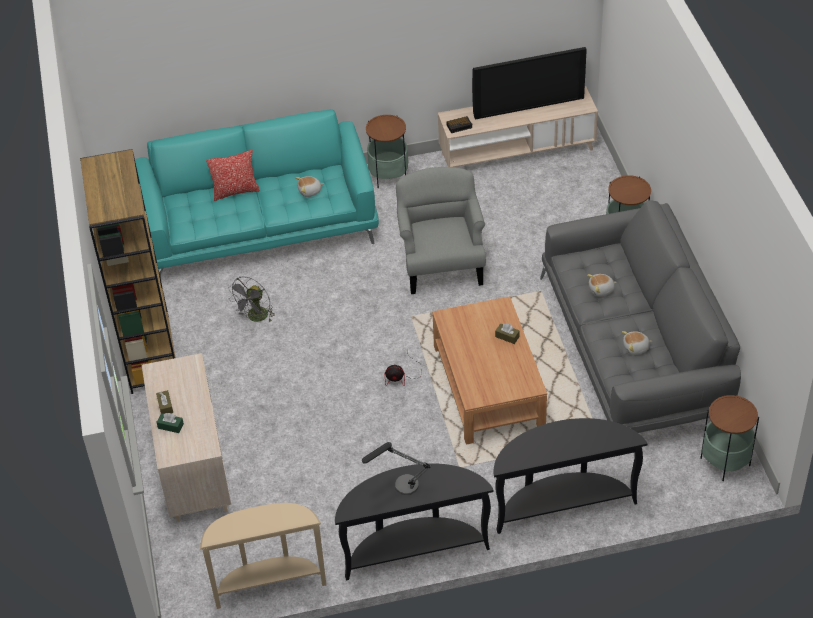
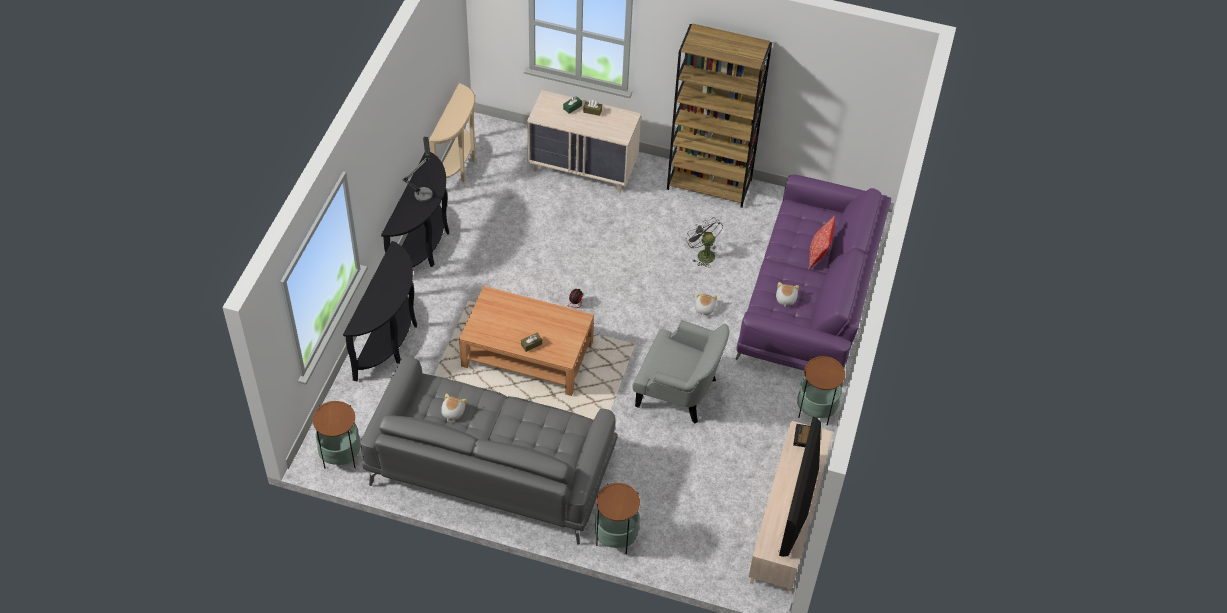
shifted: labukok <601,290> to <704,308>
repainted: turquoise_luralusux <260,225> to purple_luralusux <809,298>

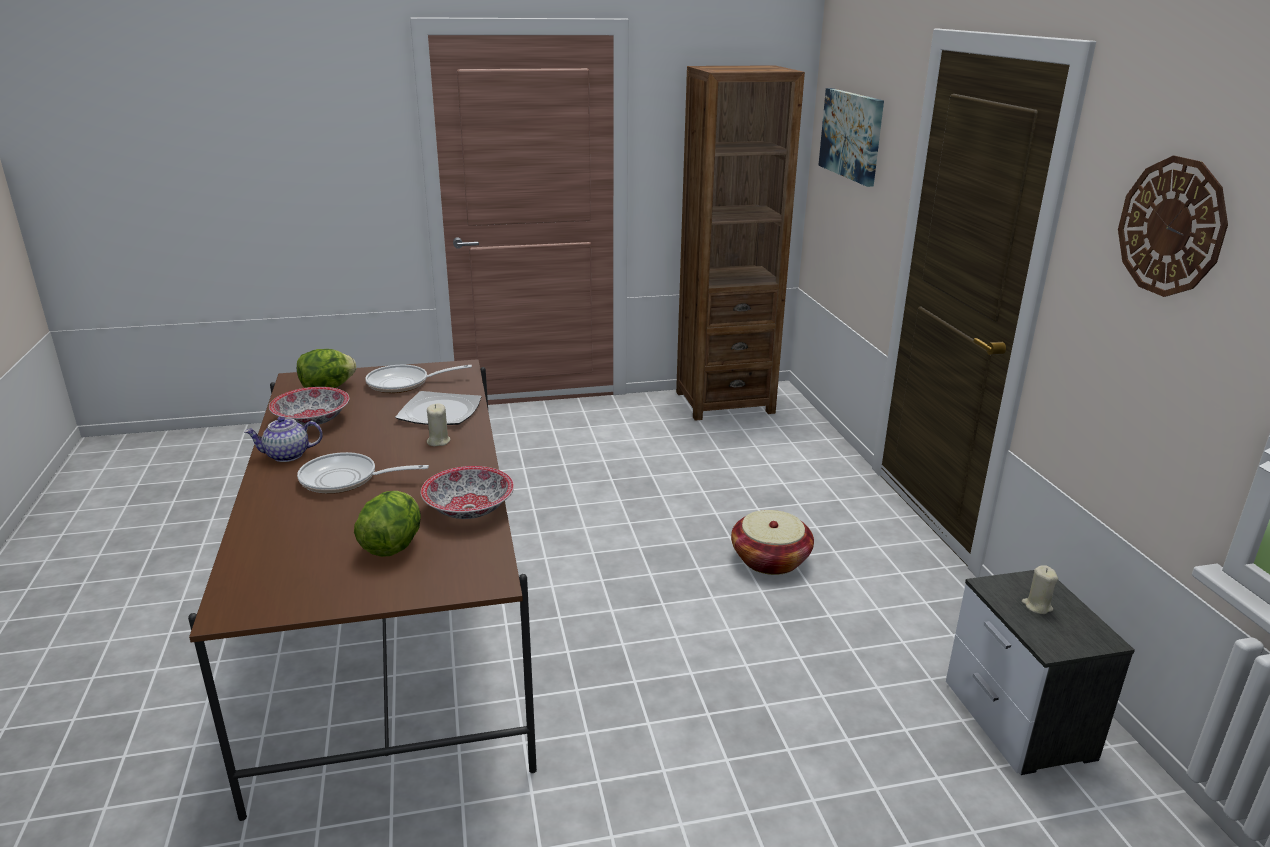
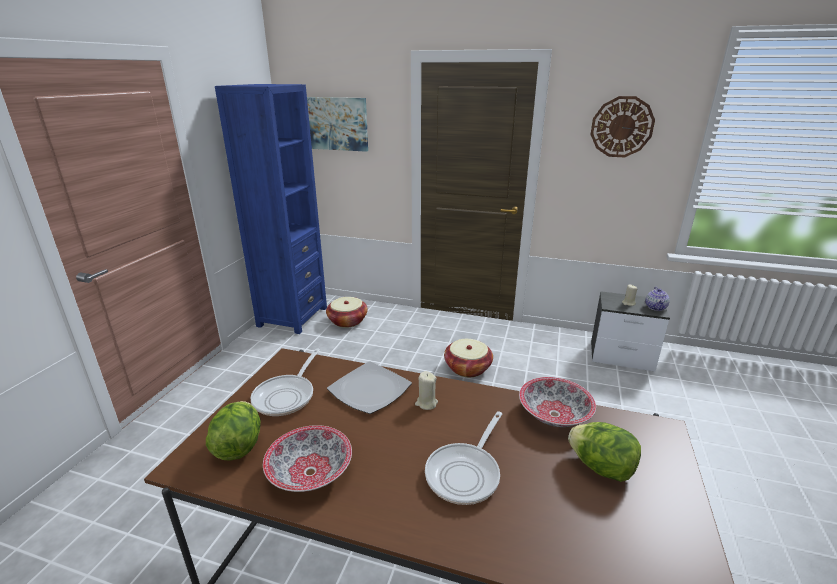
new: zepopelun <347,321>
shifted: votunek <287,455> to <656,307>
repainted: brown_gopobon <724,402> to blue_gopobon <292,317>

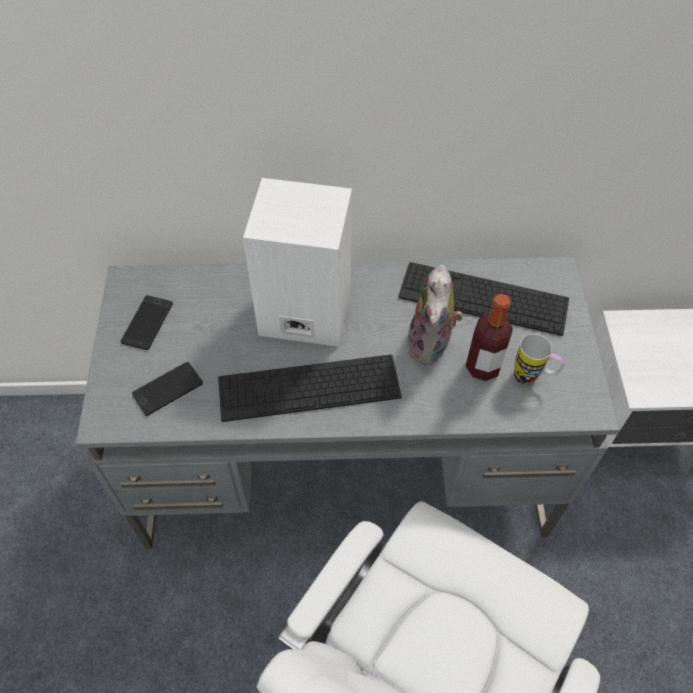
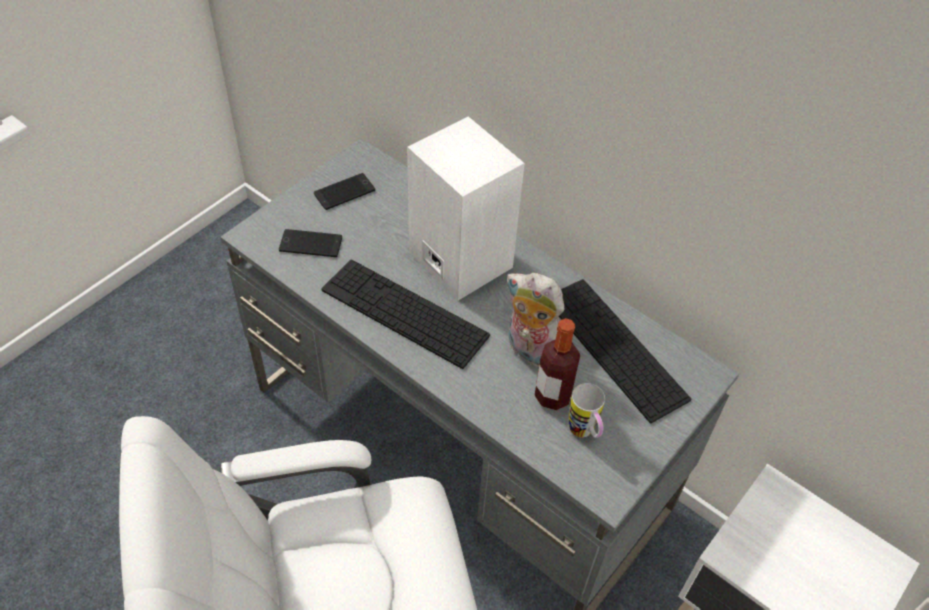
rotated: labukok <431,345> = <529,350> 75 degrees clockwise

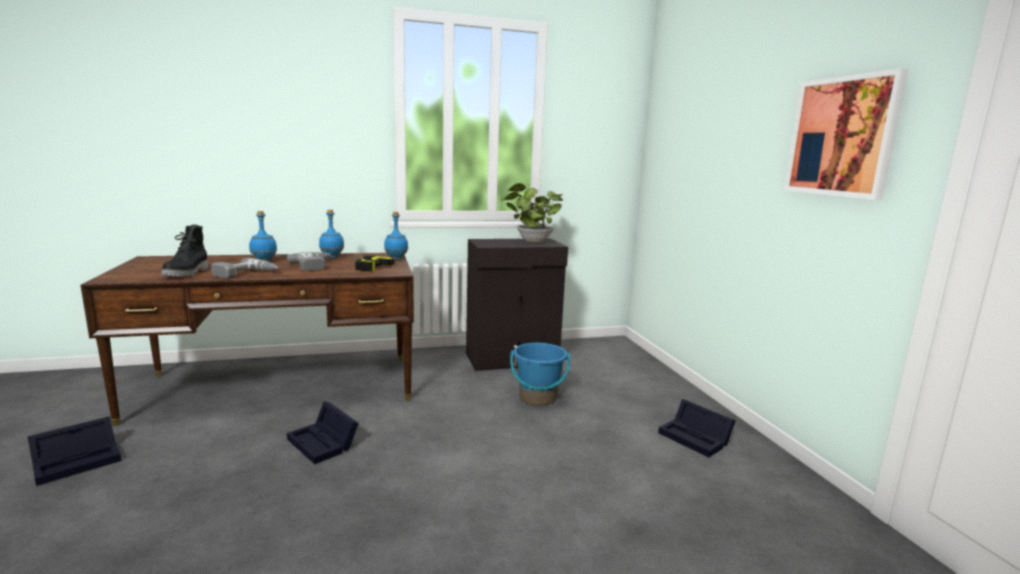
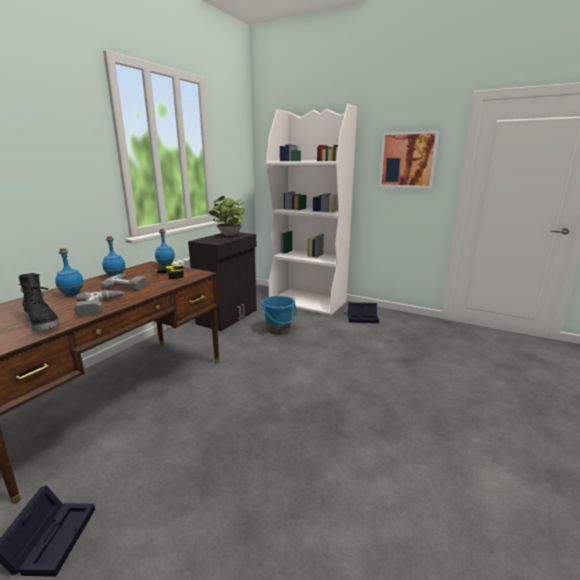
gone: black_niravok <324,443>
new: white_gopobon <308,302>

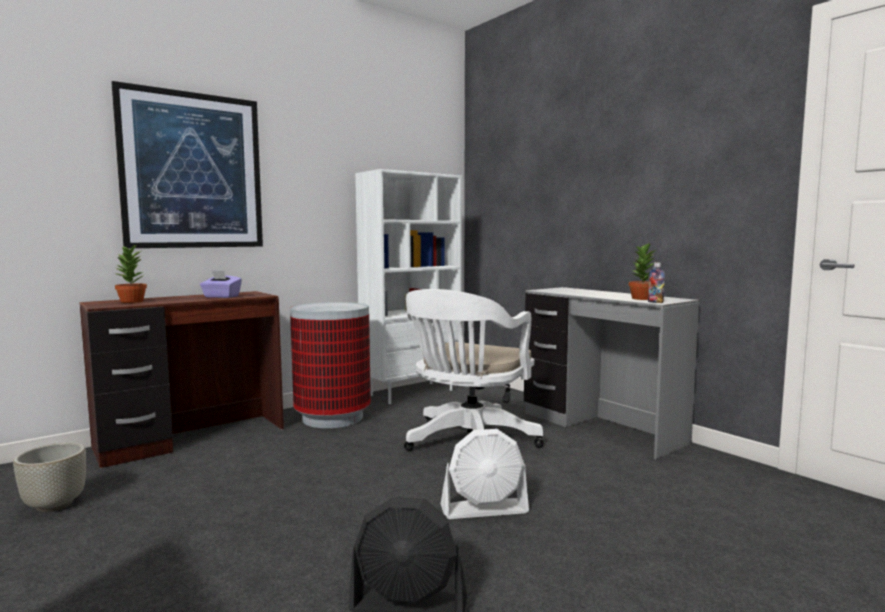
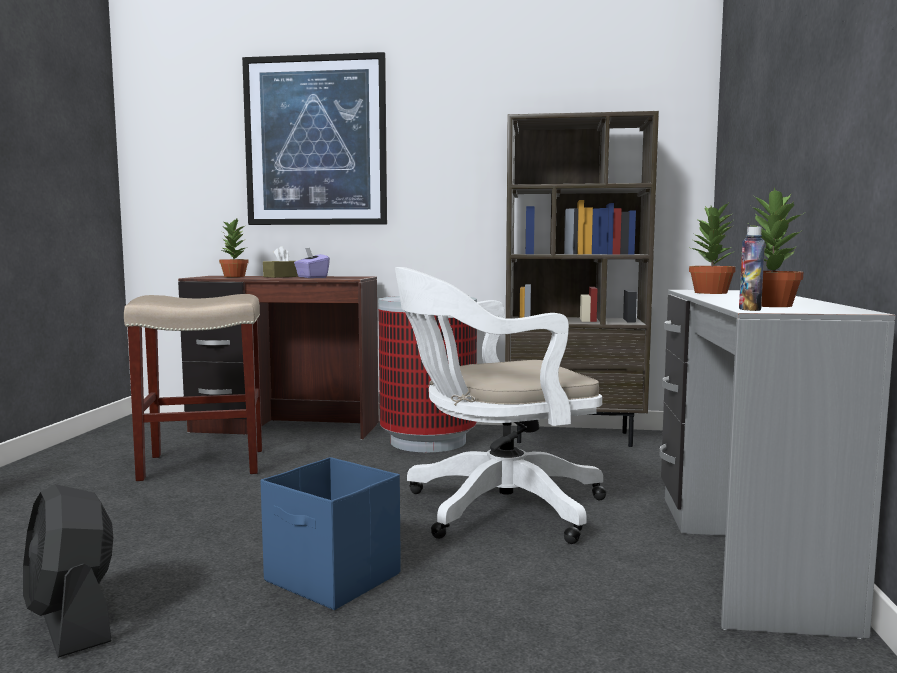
gone: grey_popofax <54,505>
new: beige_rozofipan <201,464>; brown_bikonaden <283,276>; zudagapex <711,293>
swapped: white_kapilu <484,509> to blue_niravok <333,578>
repainted: white_gopobon <411,392> to brown_gopobon <574,437>

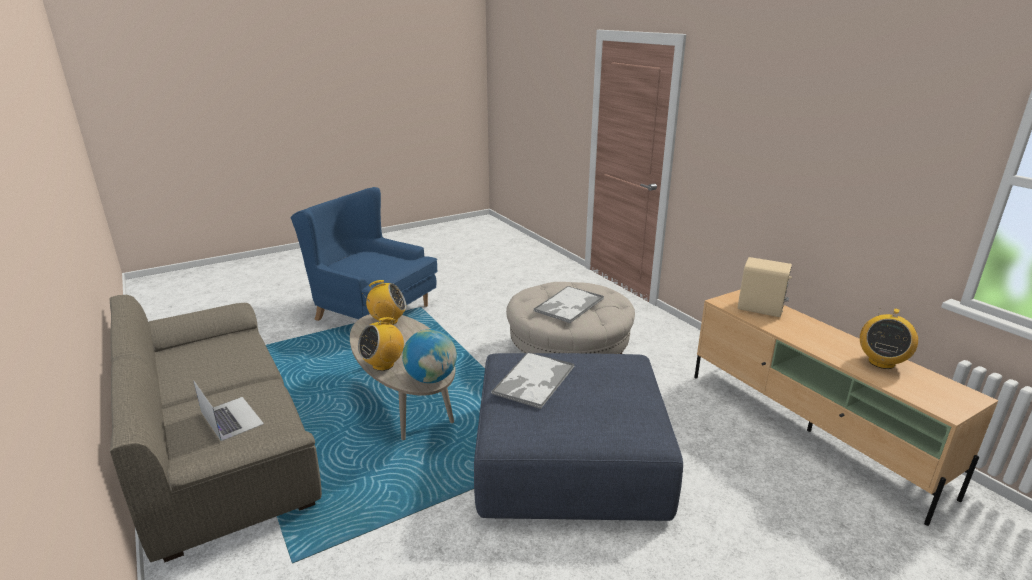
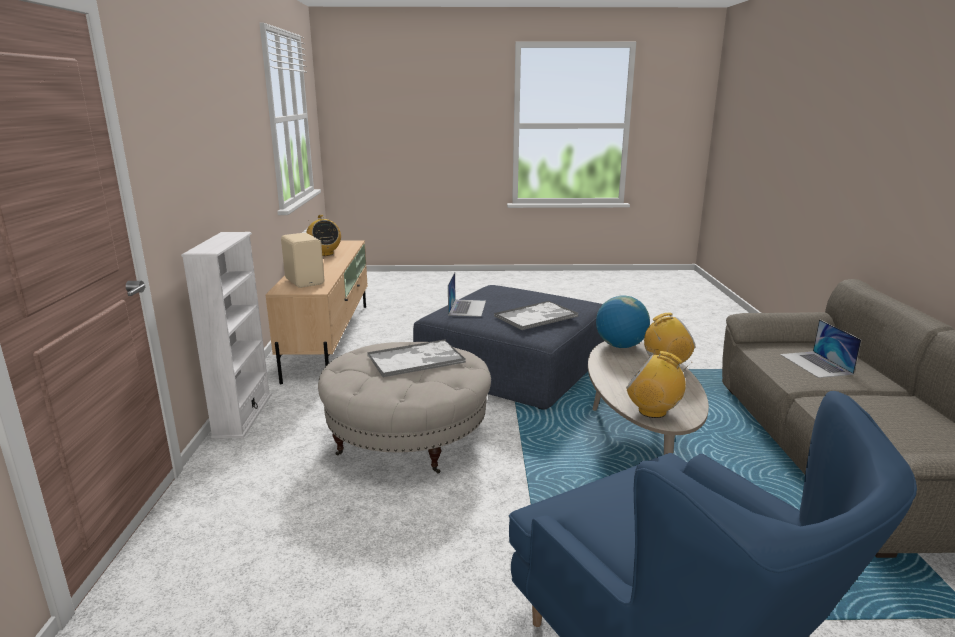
new: white_gopobon <243,415>; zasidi <467,307>
rotated: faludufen <881,362> = <325,254> 90 degrees clockwise

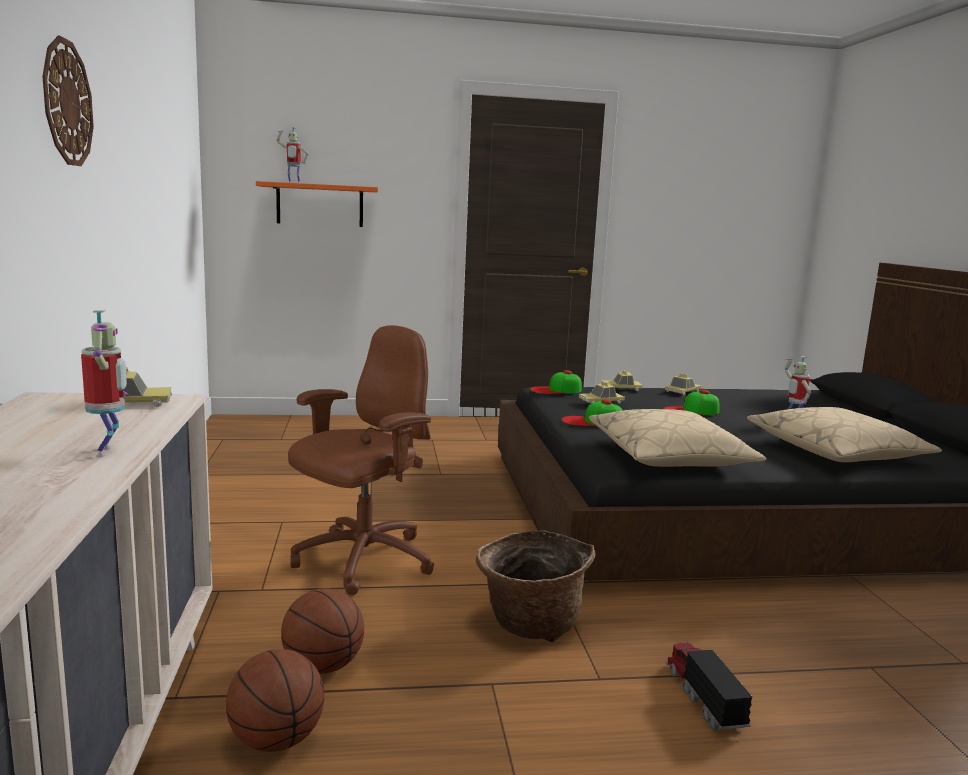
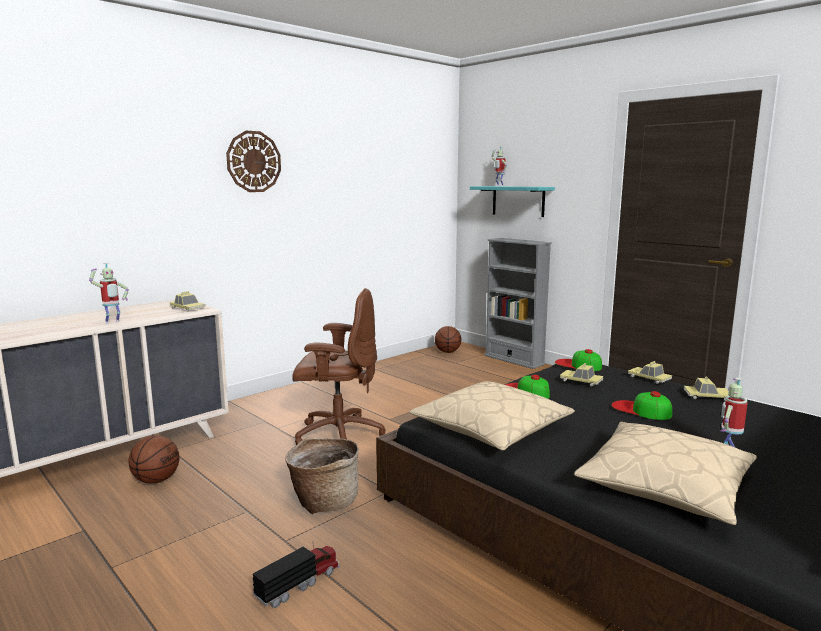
new: grey_gopobon <514,360>
shifted: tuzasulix <322,666> to <447,352>
repainted: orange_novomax <320,205> to turquoise_novomax <518,201>

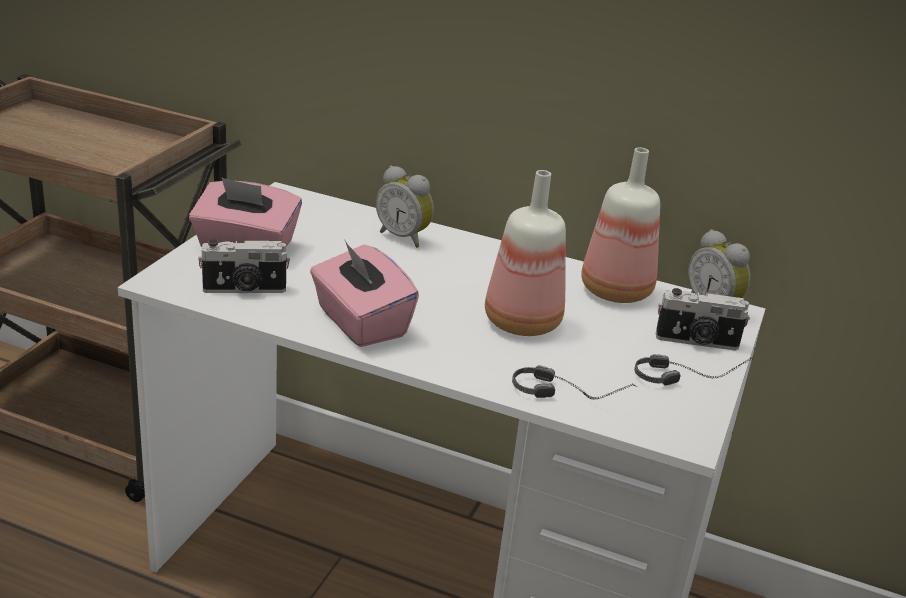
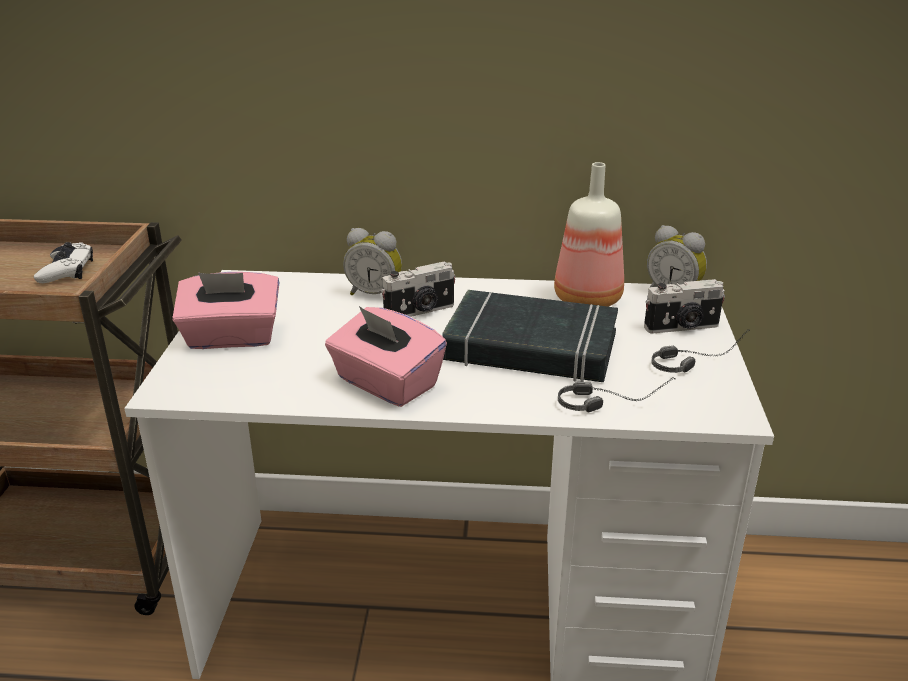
new: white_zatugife <66,270>
shifted: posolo <244,290> to <420,311>
swapped: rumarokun <523,324> to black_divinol <530,348>

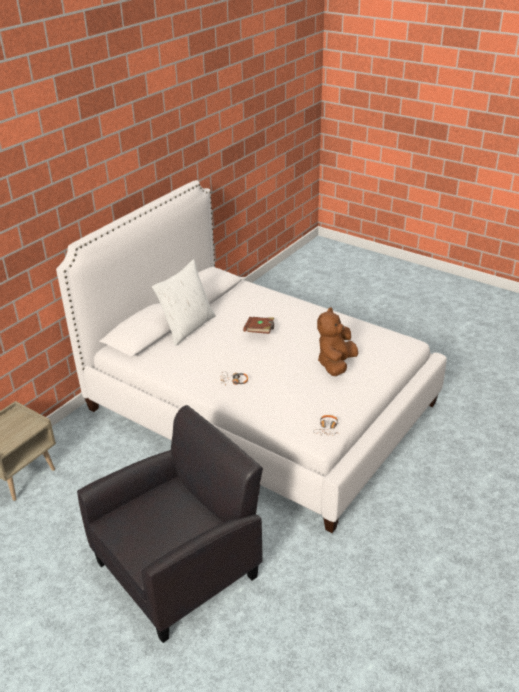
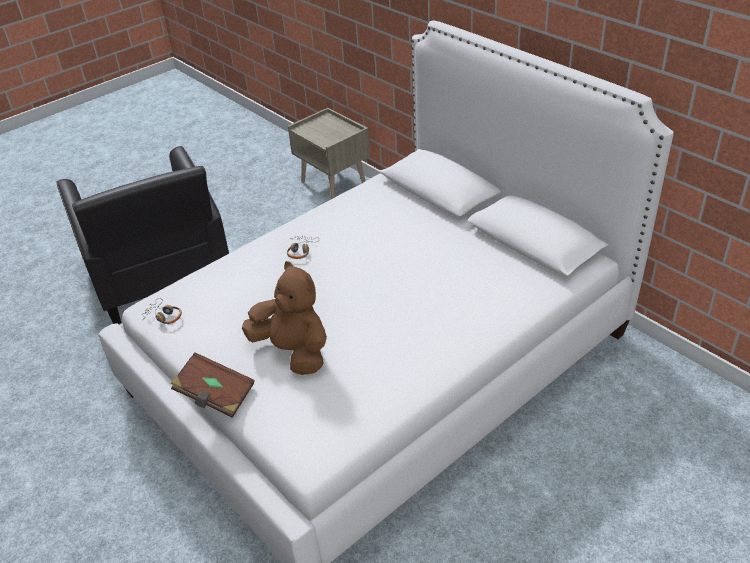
gone: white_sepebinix <187,327>
shifted: brown_divinol <260,332> to <215,395>

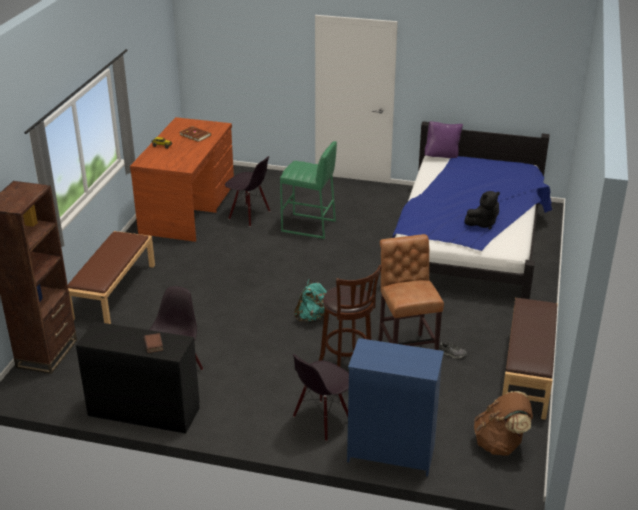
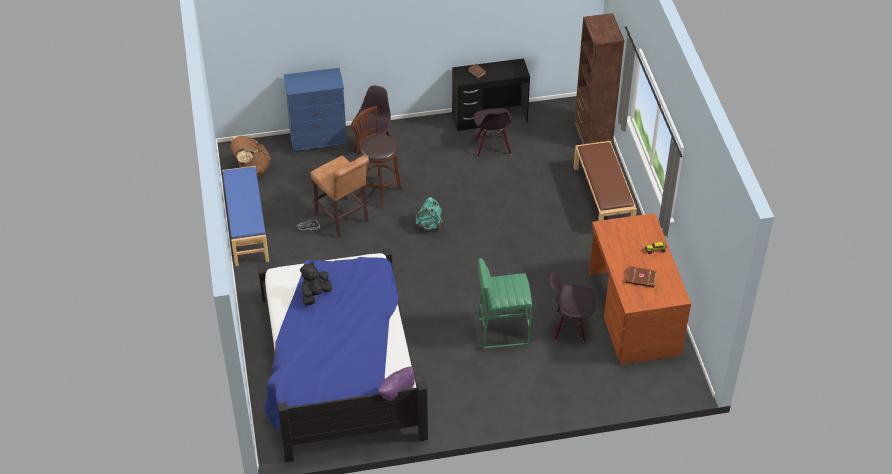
repainted: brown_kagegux <527,374> to blue_kagegux <246,228>

